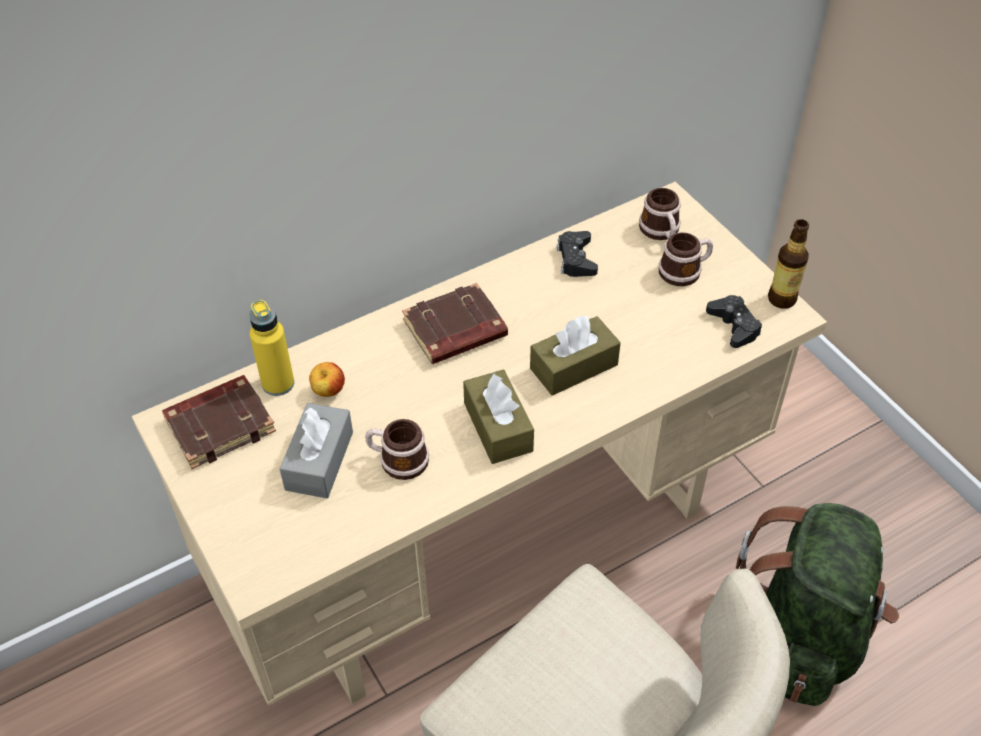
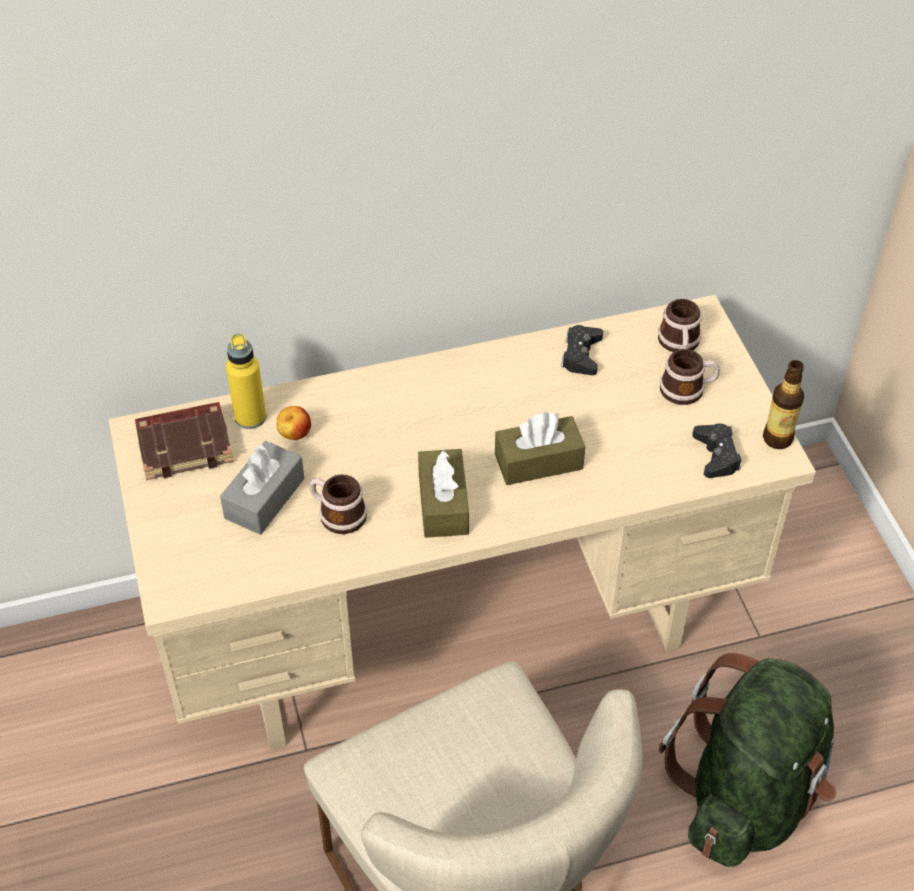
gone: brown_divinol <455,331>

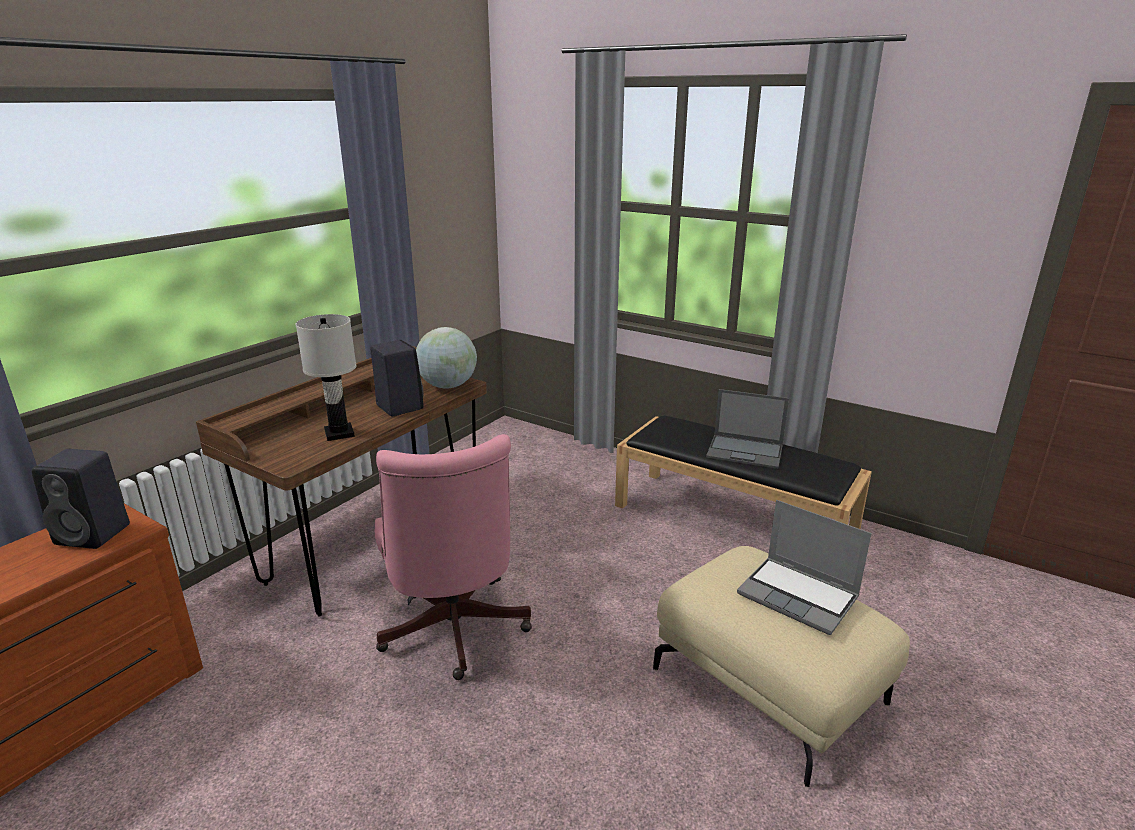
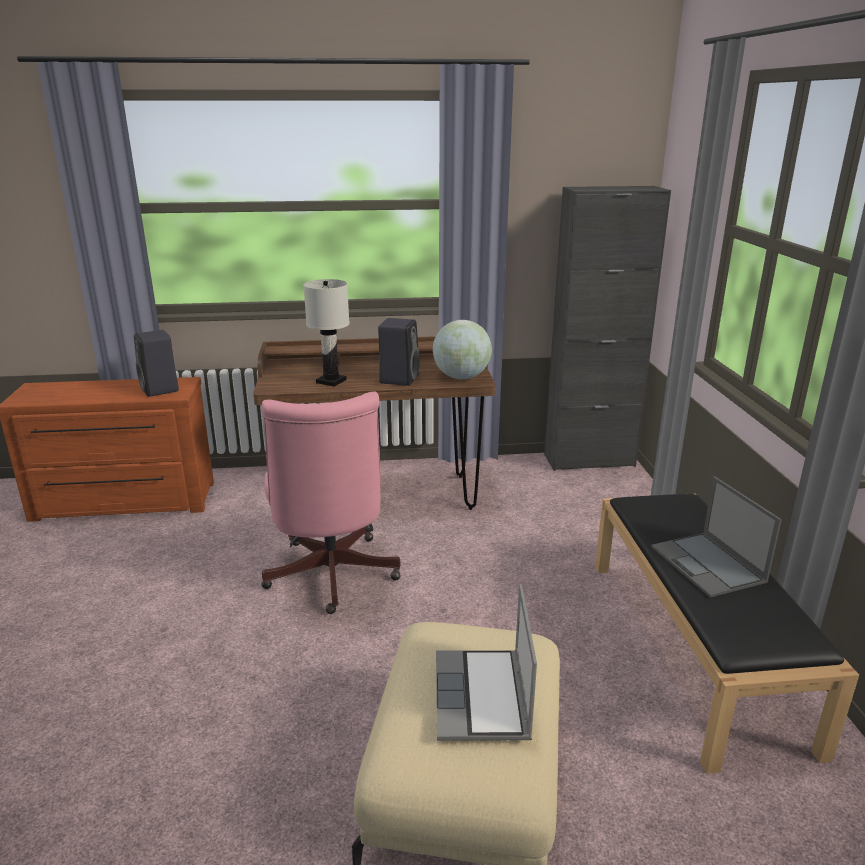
new: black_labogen <589,460>
rotated: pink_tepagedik <453,633> = <330,578> 45 degrees counterclockwise

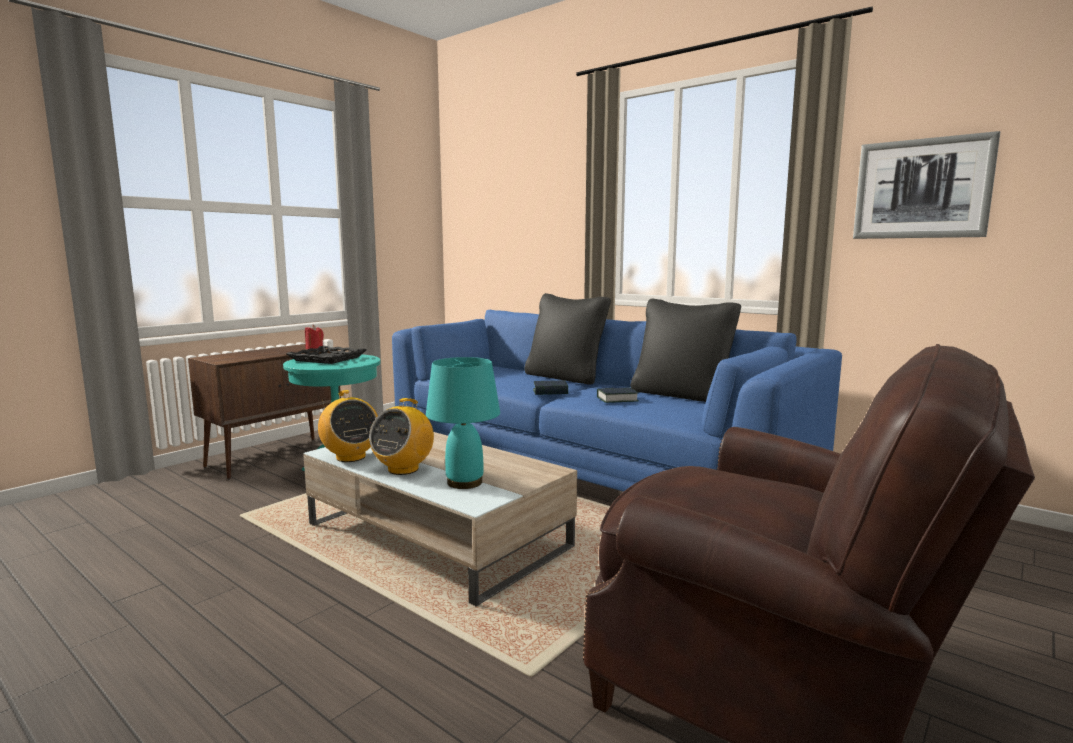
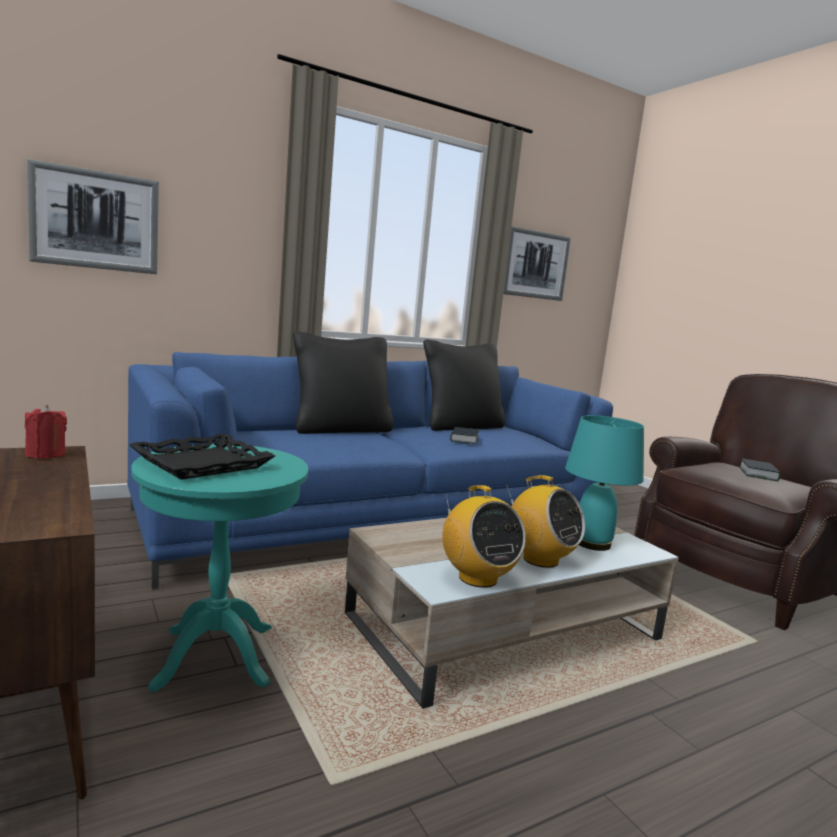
new: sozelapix <95,220>
shifted: divinol <550,392> to <758,474>
rotated: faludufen <350,457> = <477,578> 75 degrees clockwise

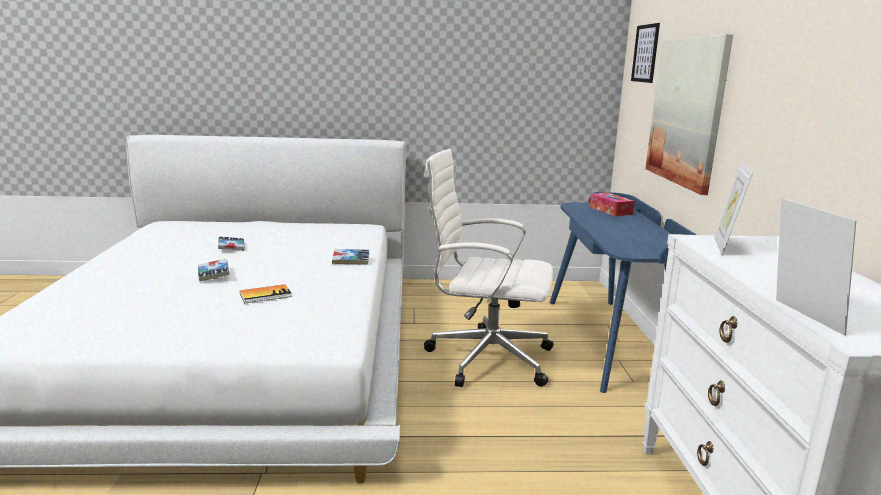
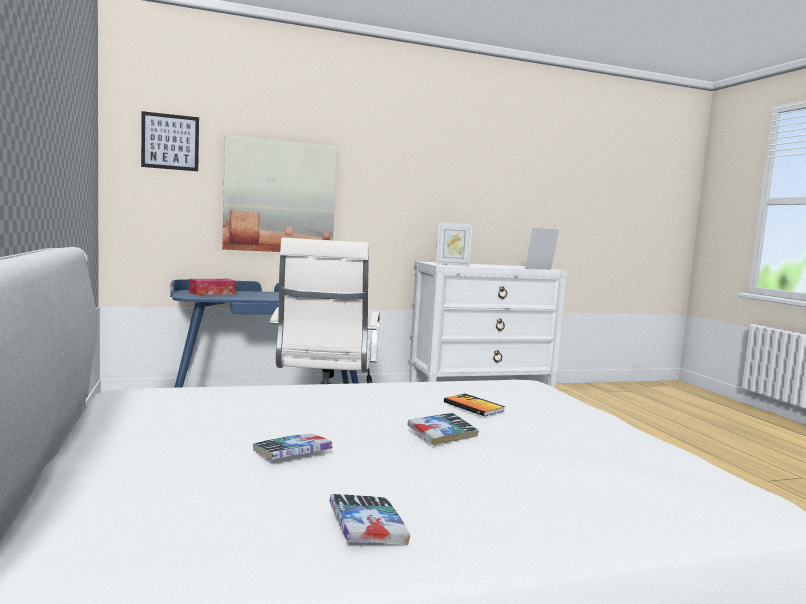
shifted: divinol <351,260> to <367,527>

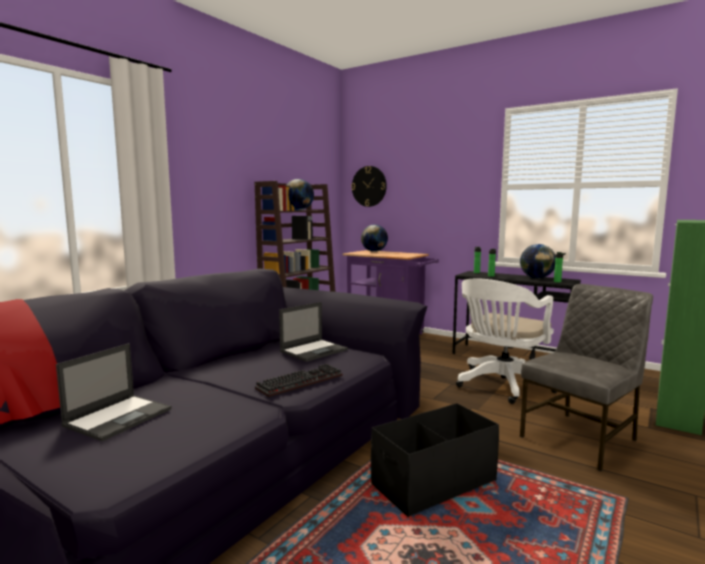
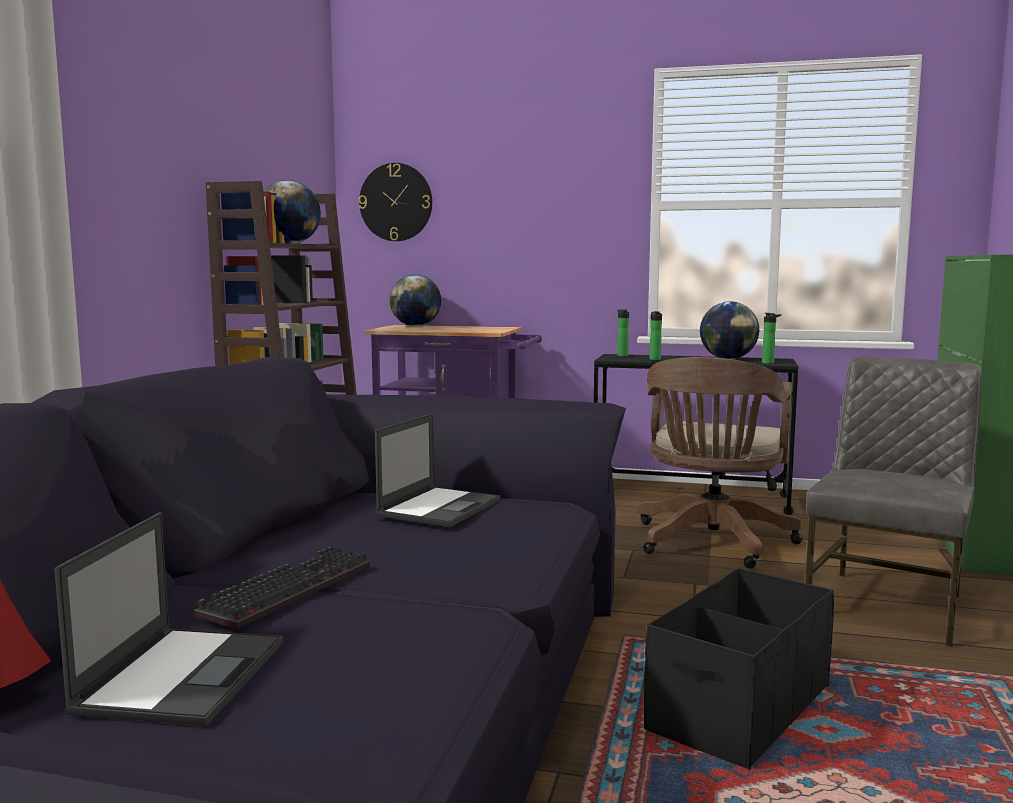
shifted: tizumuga <300,381> to <288,588>
repainted: white_tepagedik <501,386> to brown_tepagedik <711,543>

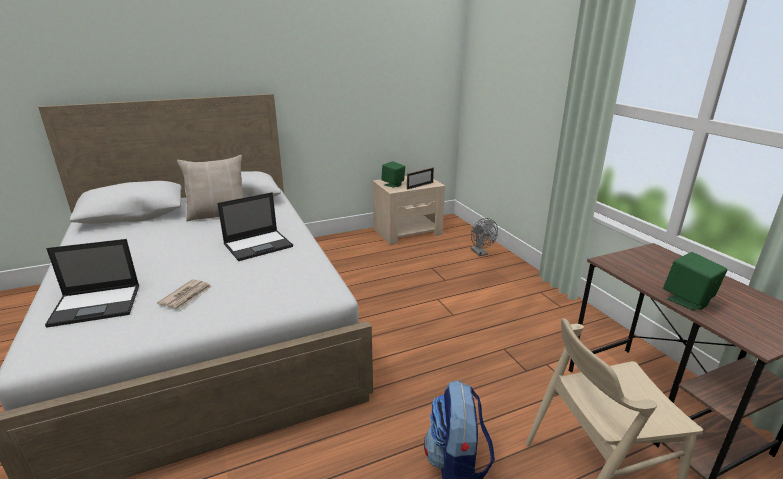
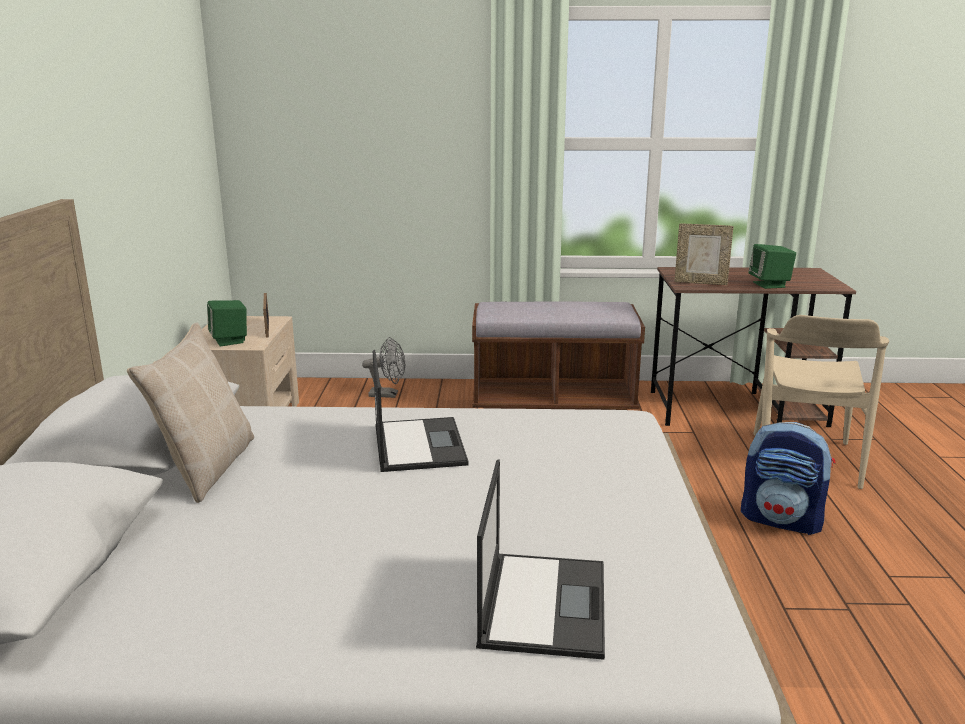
gone: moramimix <187,296>
new: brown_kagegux <553,404>; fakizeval <700,282>

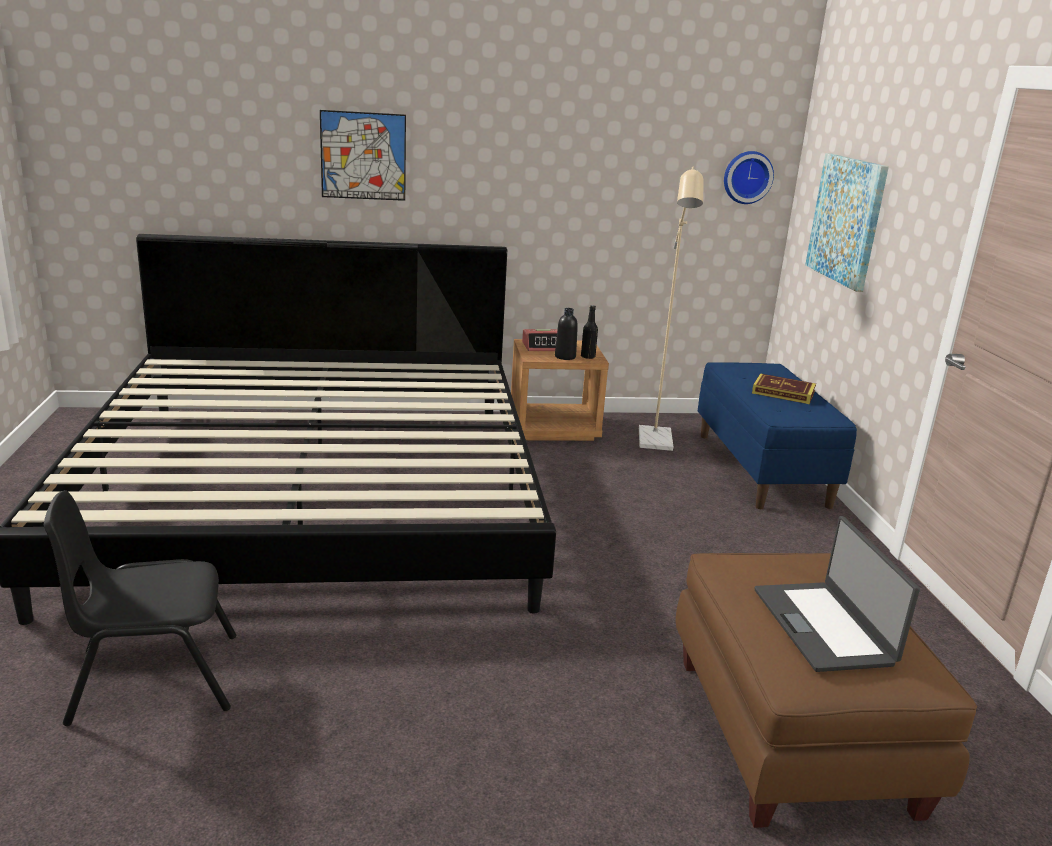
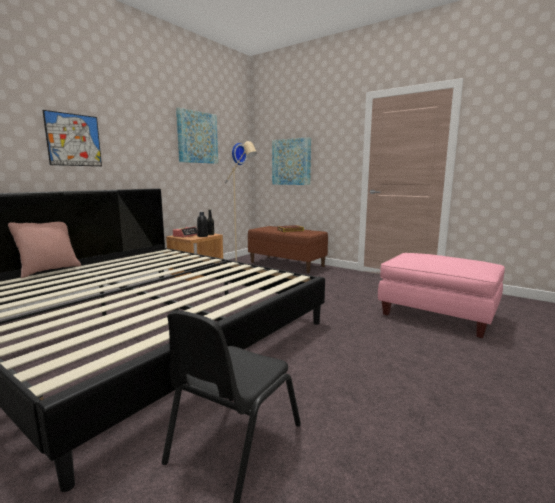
gone: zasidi <824,626>
new: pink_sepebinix <49,270>; sozelapix <197,137>
repainted: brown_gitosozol <794,734> to pink_gitosozol <438,315>; blue_kagegux <762,469> to brown_kagegux <287,264>

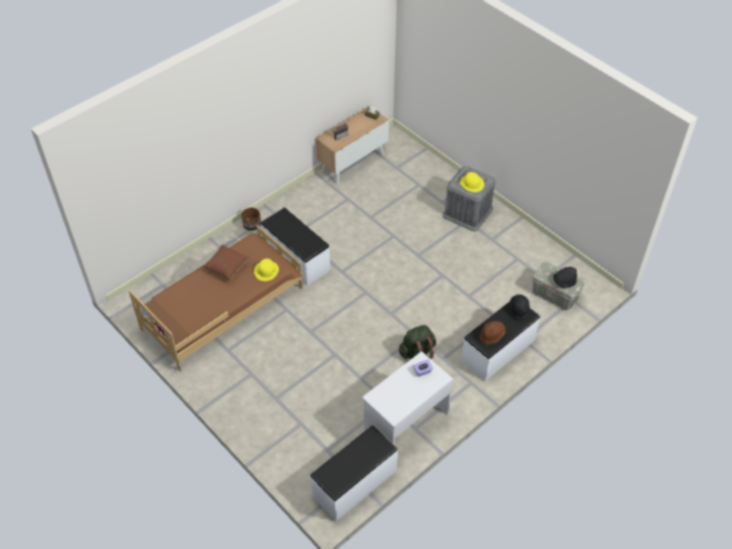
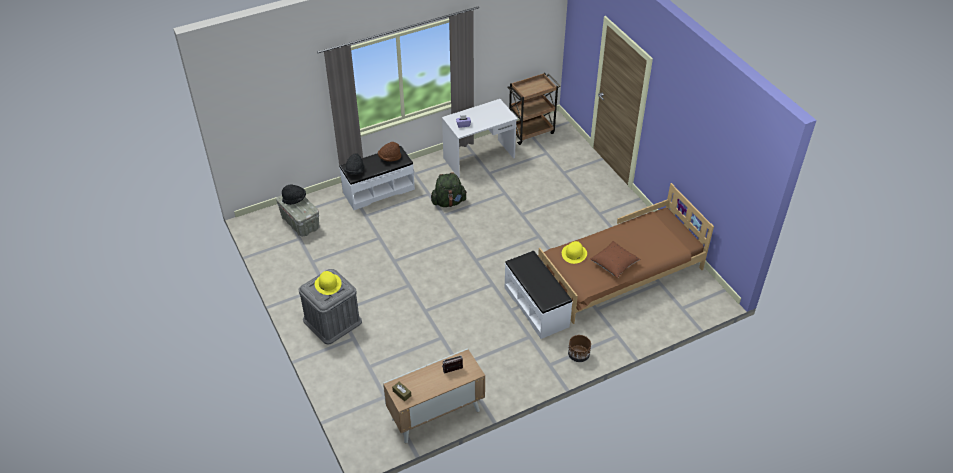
swapped: white_kagegux <355,483> to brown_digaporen <531,131>

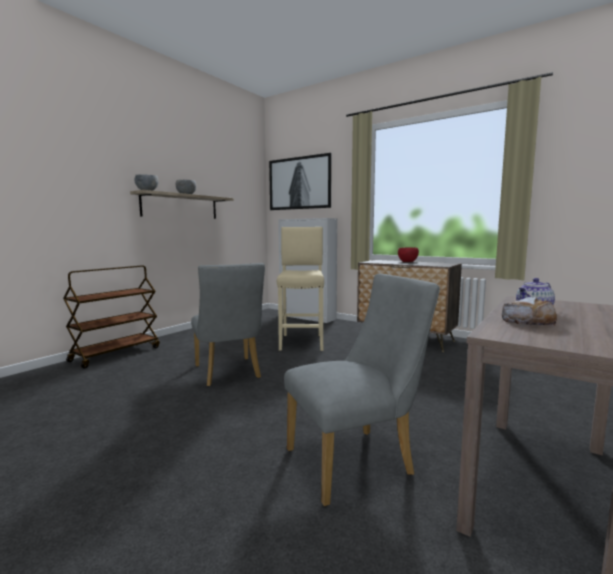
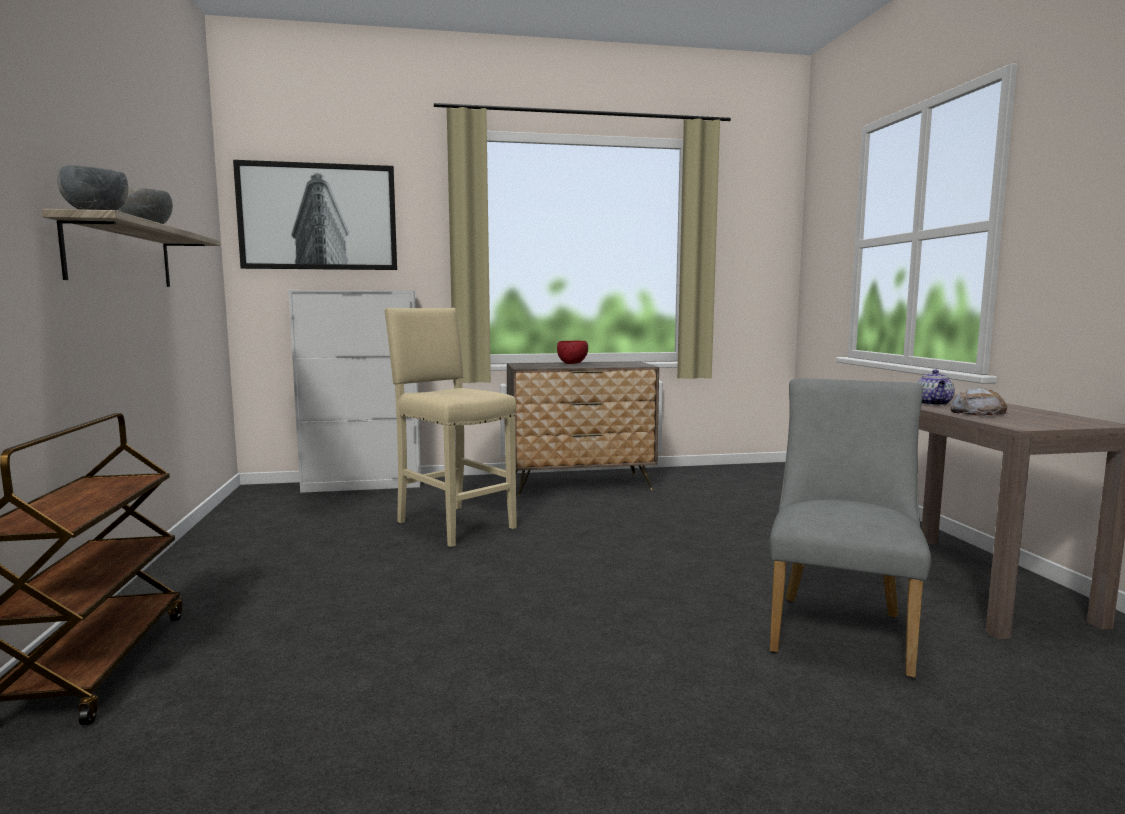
gone: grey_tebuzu <229,374>

